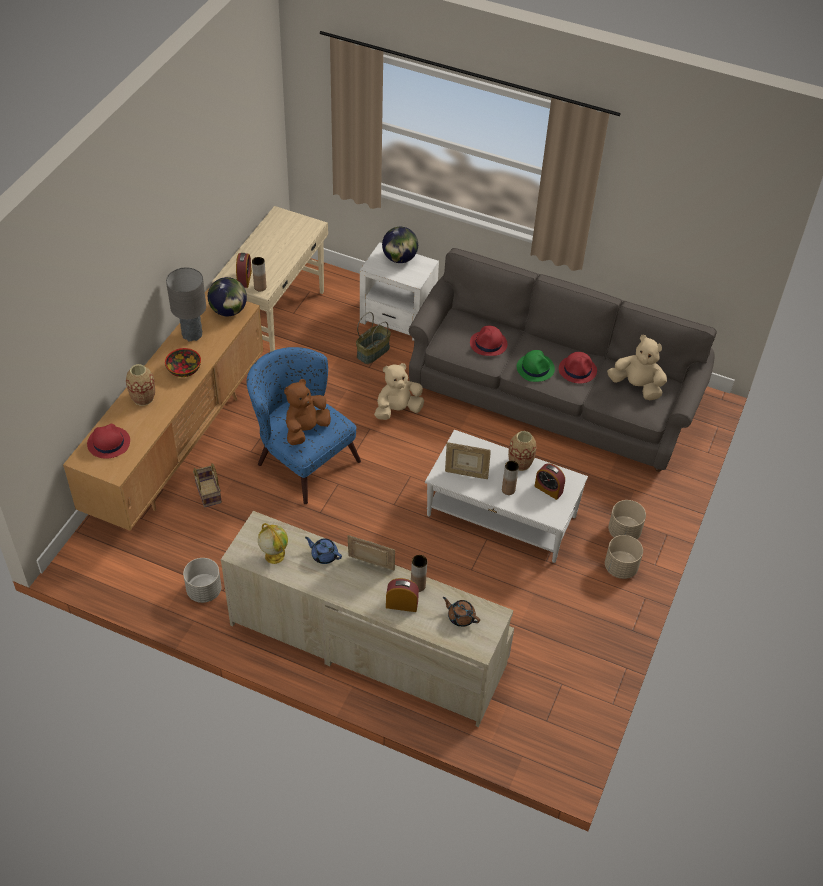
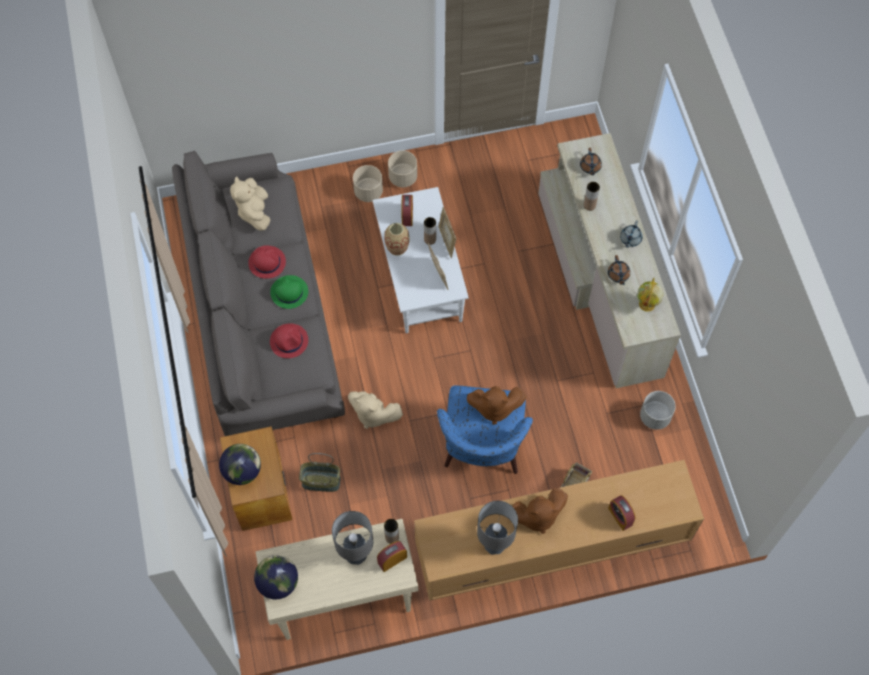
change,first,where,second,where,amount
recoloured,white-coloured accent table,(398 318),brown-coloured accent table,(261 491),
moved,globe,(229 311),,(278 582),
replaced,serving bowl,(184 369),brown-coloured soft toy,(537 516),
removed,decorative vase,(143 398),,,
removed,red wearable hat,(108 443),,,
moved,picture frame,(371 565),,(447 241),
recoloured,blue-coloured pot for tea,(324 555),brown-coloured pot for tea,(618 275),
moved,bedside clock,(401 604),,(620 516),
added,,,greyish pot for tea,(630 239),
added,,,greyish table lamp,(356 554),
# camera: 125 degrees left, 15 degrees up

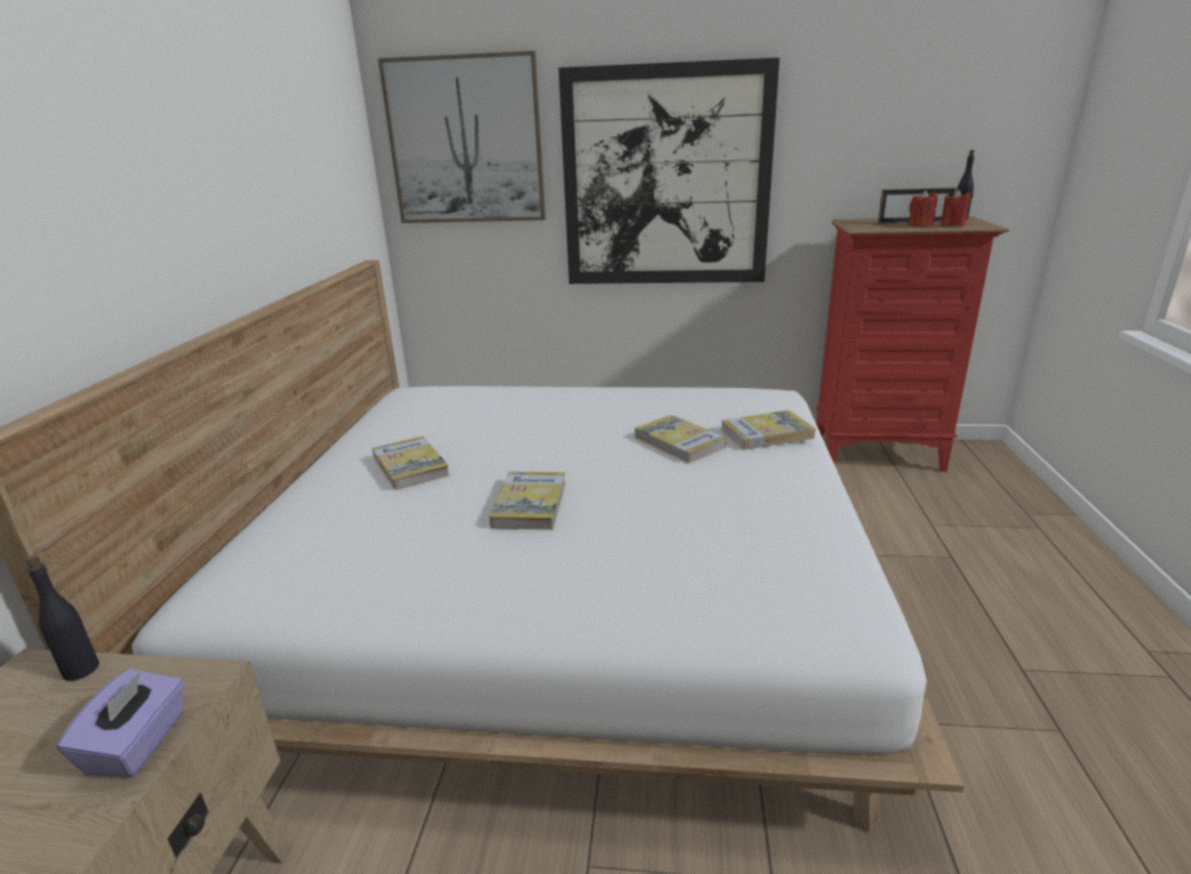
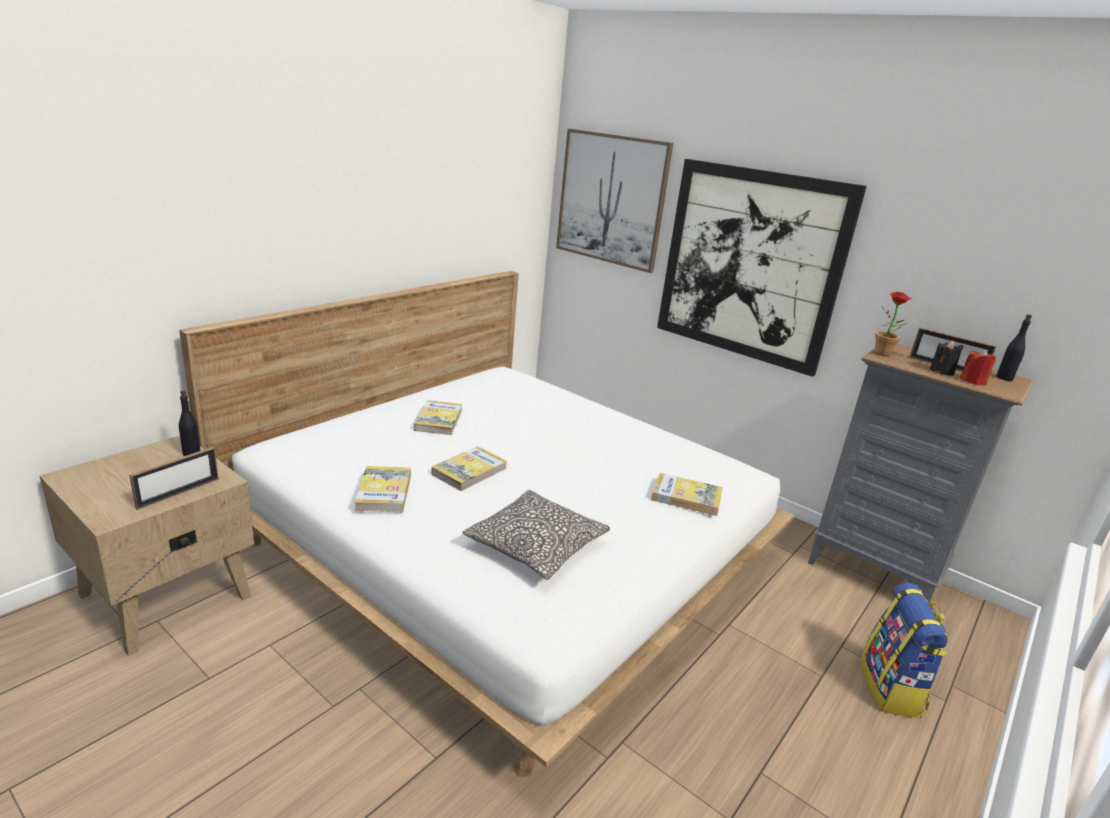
change,first,where,second,where,amount
recoloured,red wax candle,(920 225),black wax candle,(941 371),
recoloured,red dresser,(880 456),greyish dresser,(874 576),
moved,volume,(679 442),,(384 492),
replaced,purplish box of tissues,(139 744),picture frame,(178 493),
added,,,plant in a pot,(884 355),
added,,,pillow,(536 545),
added,,,knapsack,(892 688),
# camera: 30 degrees right, 0 degrees up

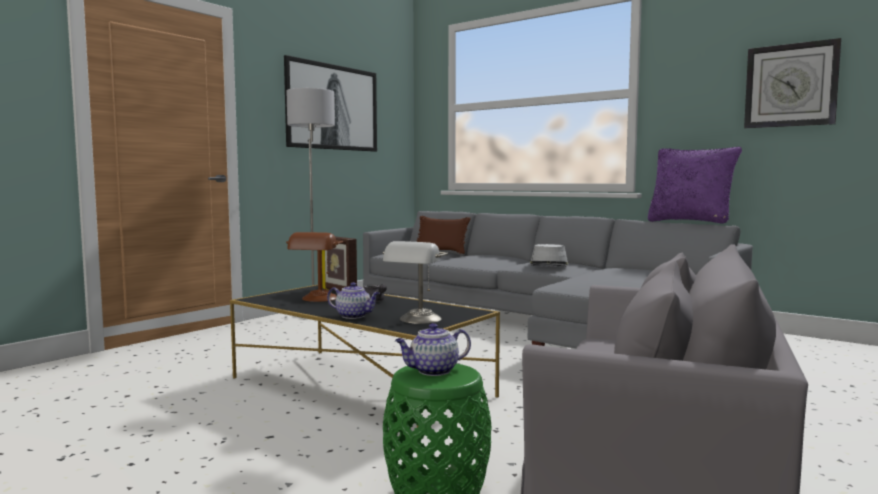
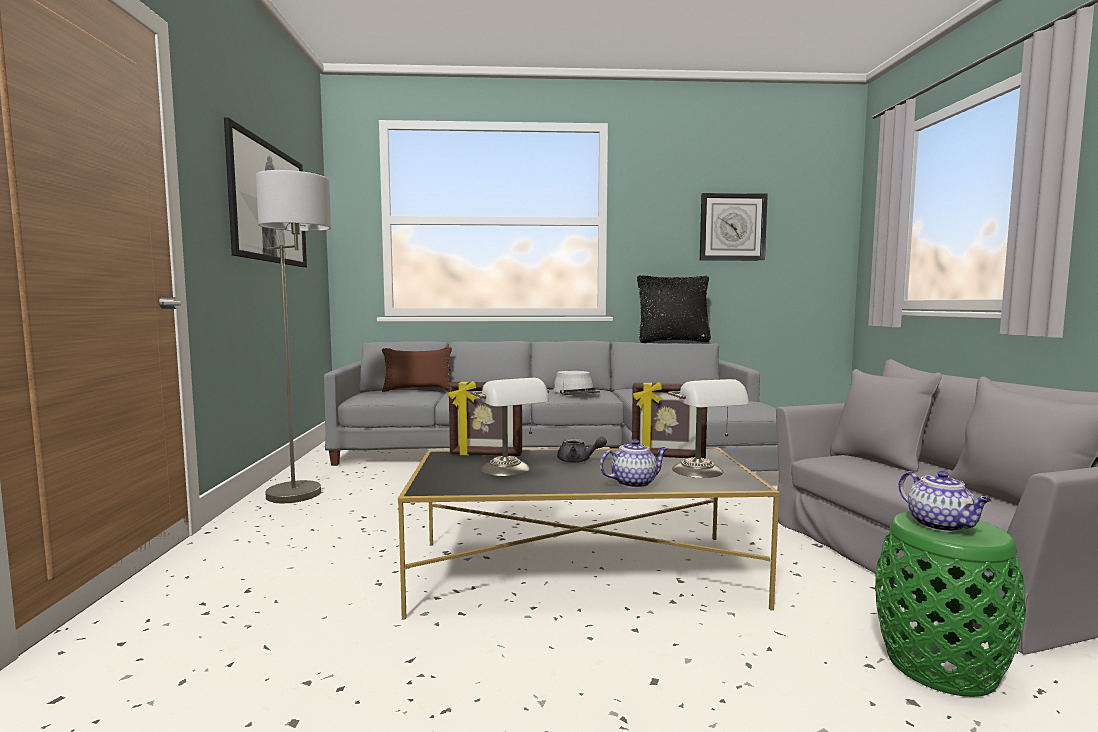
change,first,where,second,where,amount
recoloured,purplish pillow,(690 223),black pillow,(673 342),
recoloured,brown-coloured table lamp,(318 299),white-coloured table lamp,(511 471),
turned,pot for tea,(433 371),,(941 525),45 degrees counterclockwise
added,,,picture frame,(668 457),
# camera: 40 degrees left, 0 degrees up

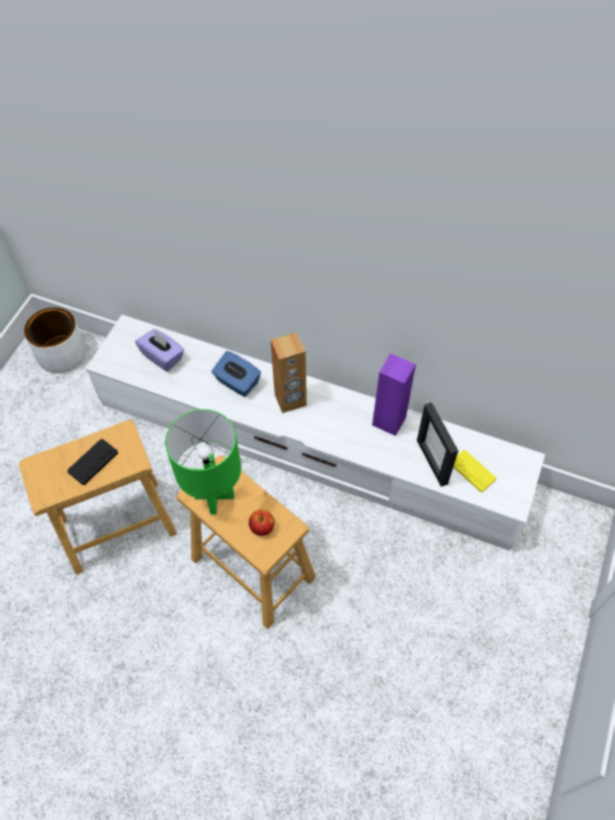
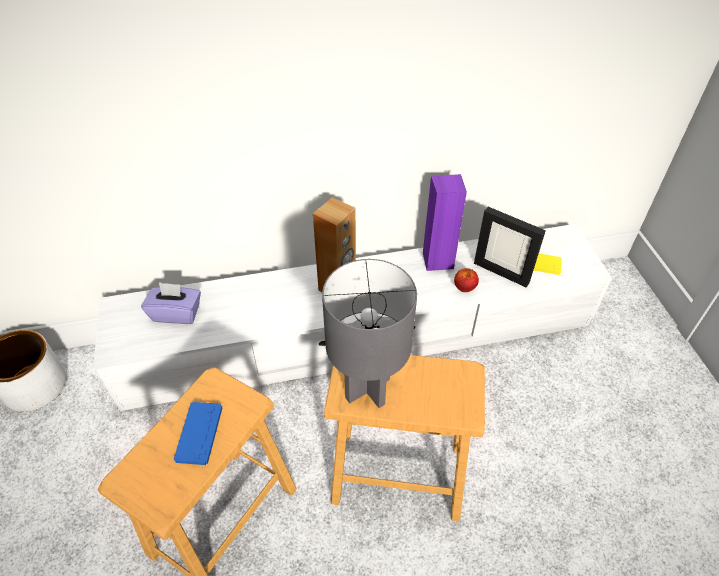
change,first,where,second,where,amount
removed,blue-coloured box of tissues,(237 382),,,
recoloured,green-coloured table lamp,(214 497),greyish table lamp,(367 389),
recoloured,black game controller,(93 462),blue-coloured game controller,(199 433),
moved,whole apple,(262 527),,(464 287),
# camera: 35 degrees left, 10 degrees down

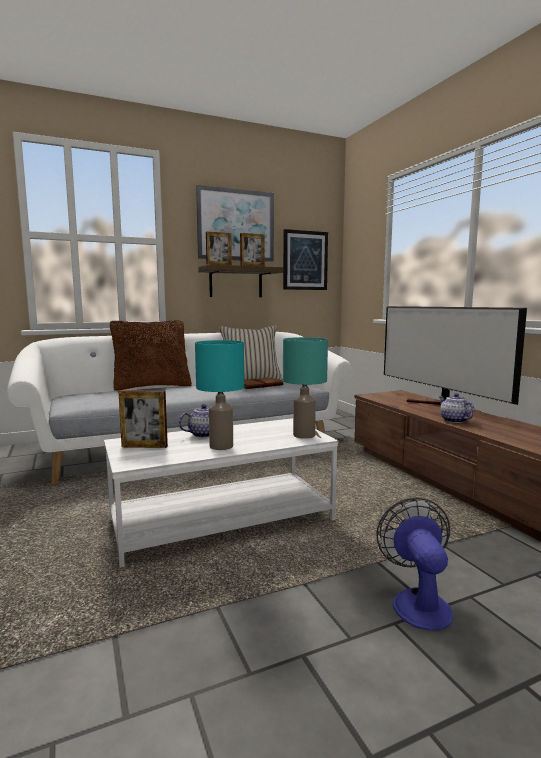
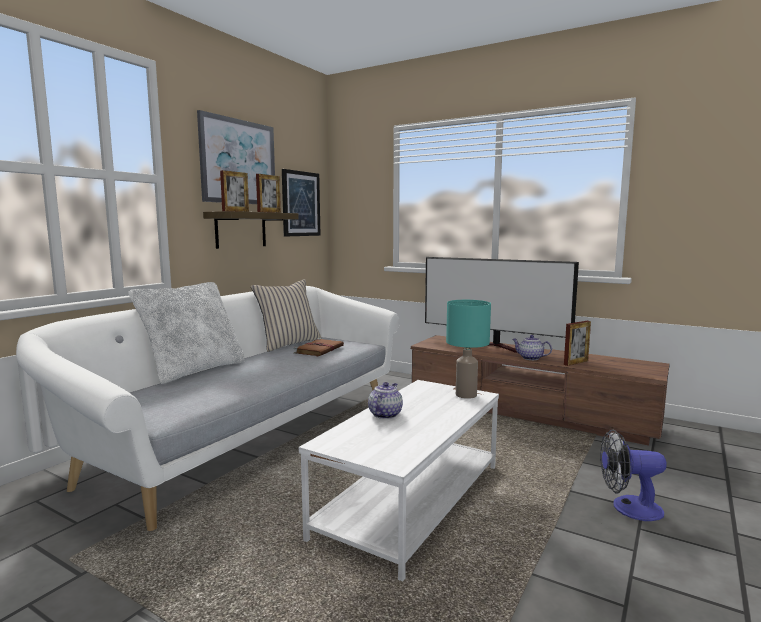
change,first,where,second,where,amount
recoloured,brown-coloured pillow,(152 386),white-coloured pillow,(194 369),
removed,turquoise-coloured table lamp,(221 446),,,
moved,picture frame,(144 446),,(576 363),
turned,cooling fan,(417 601),,(628 508),45 degrees counterclockwise
# camera: 35 degrees left, 0 degrees up

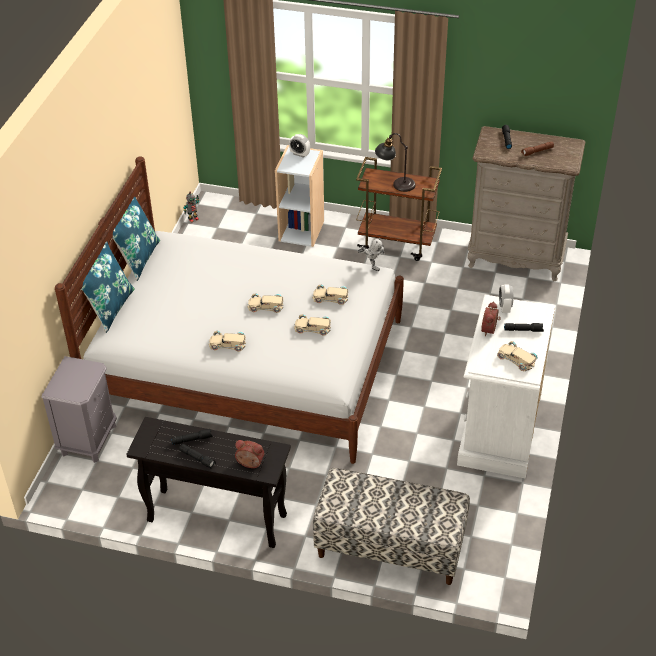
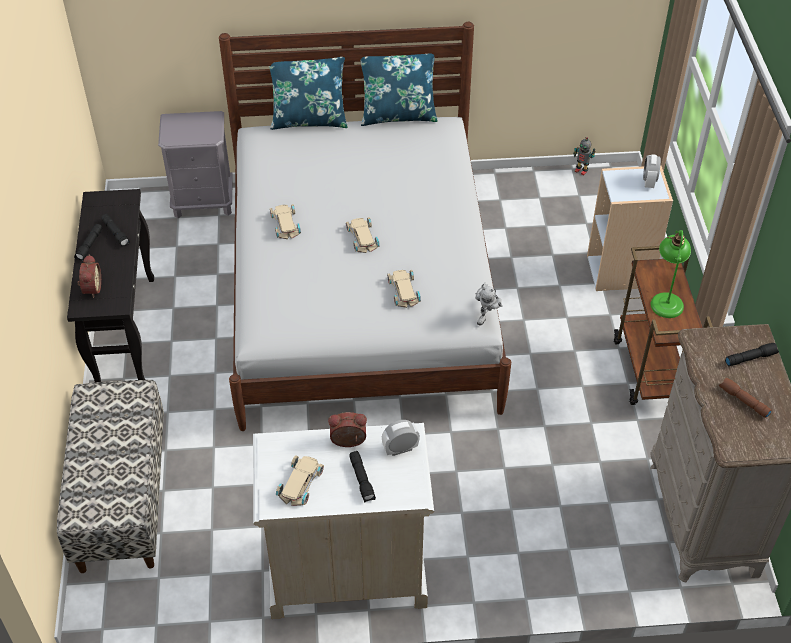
change,first,where,second,where,amount
recoloured,greyish table lamp,(395 182),green-coloured table lamp,(666 294),
removed,beige-coloured miniature car,(312 327),,,
# camera: 70 degrees right, 5 degrees up

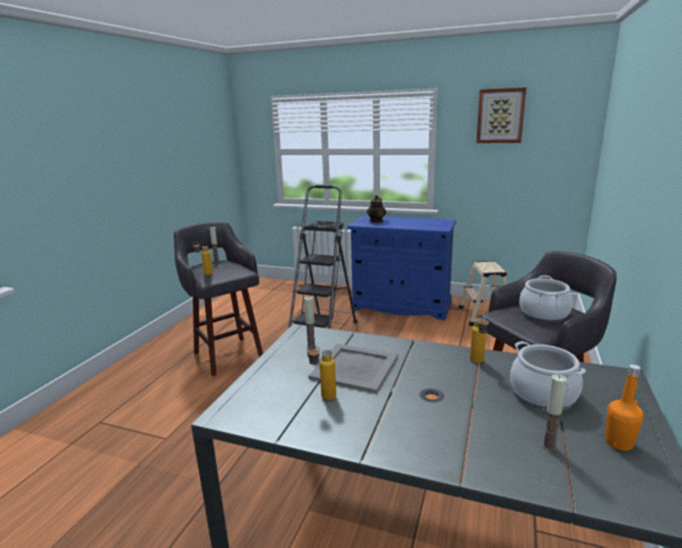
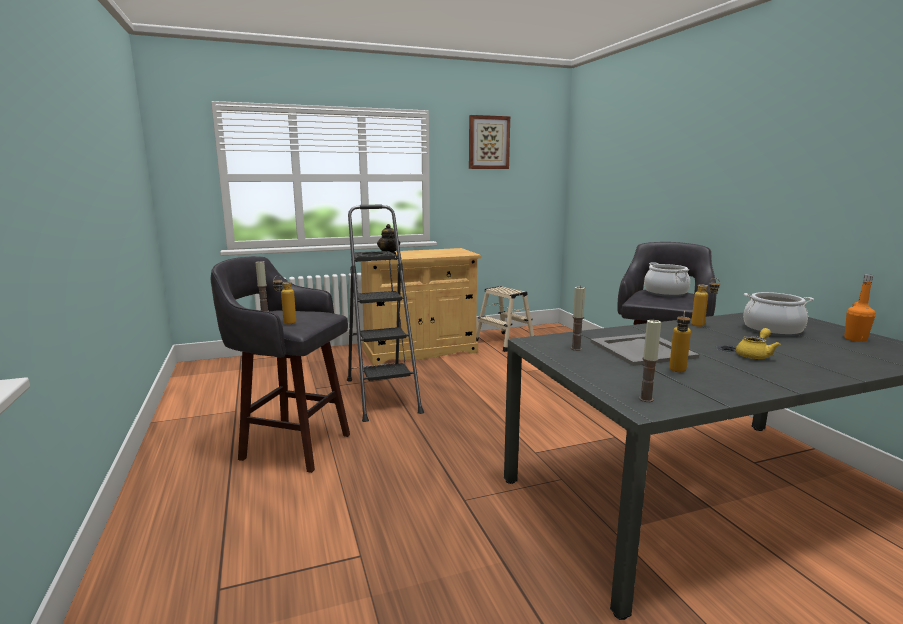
change,first,where,second,where,amount
recoloured,blue-coloured storage cabinet,(401 306),beige-coloured storage cabinet,(420 351),
moved,wax candle,(549 446),,(646 399),
added,,,yellow pot for tea,(755 355),
# camera: 40 degrees left, 5 degrees down

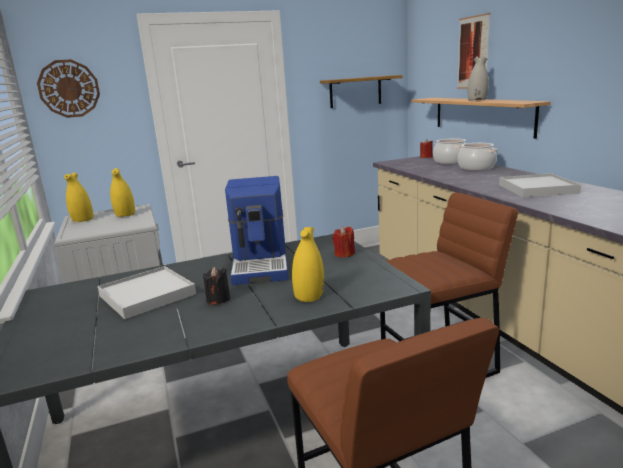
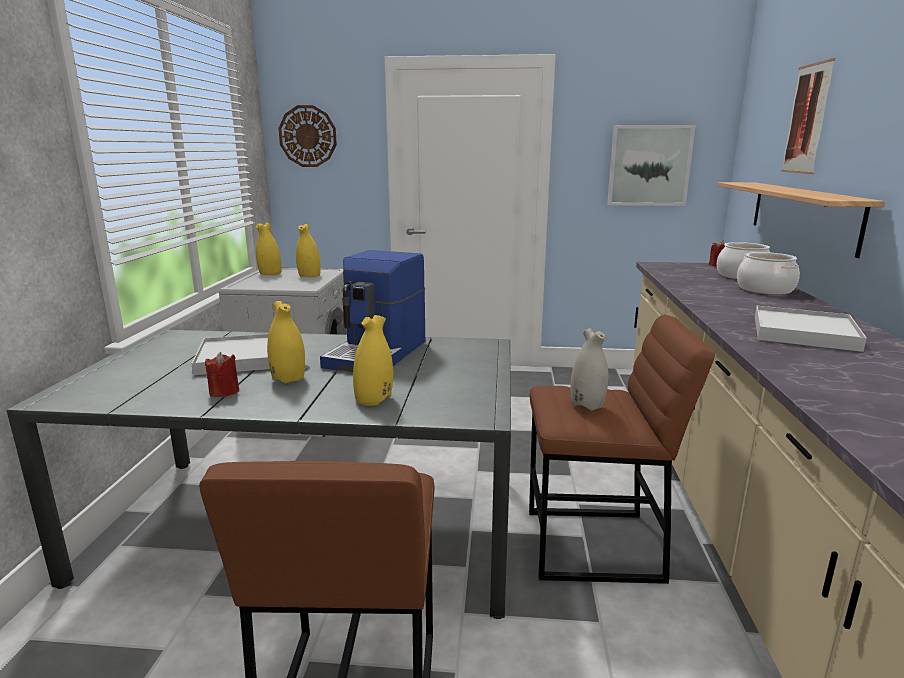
change,first,where,second,where,amount
moved,white-coloured decorative vase,(477 100),,(587 405),
replaced,shelf,(355 92),picture,(649 165),
moved,red wax candle,(344 254),,(224 392),
replaced,black wax candle,(218 299),yellow decorative vase,(288 378),
# camera: 25 degrees right, 0 degrees up

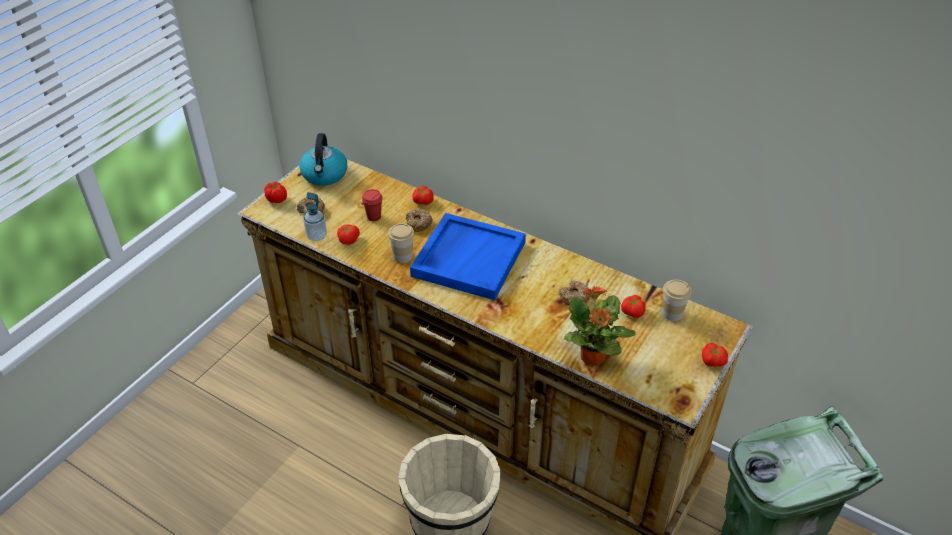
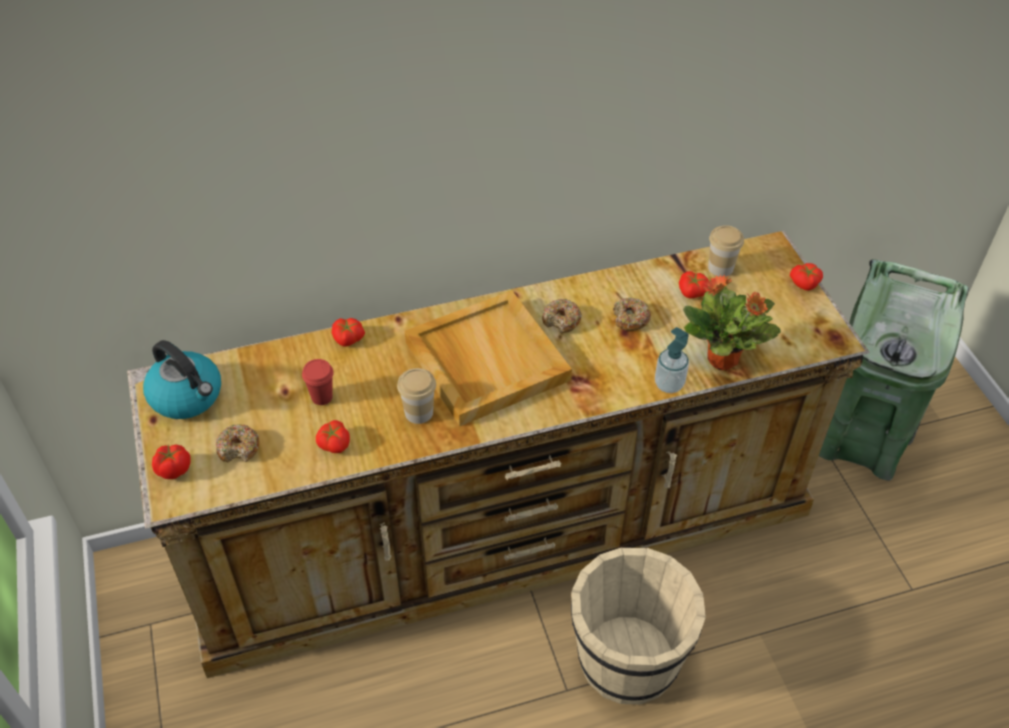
change,first,where,second,where,amount
moved,soap bottle,(317 236),,(669 384),
moved,doughnut,(418 224),,(561 320),
recoloured,blue-coloured carrying tray,(468 258),beige-coloured carrying tray,(485 360),
# camera: 50 degrees left, 5 degrees up

